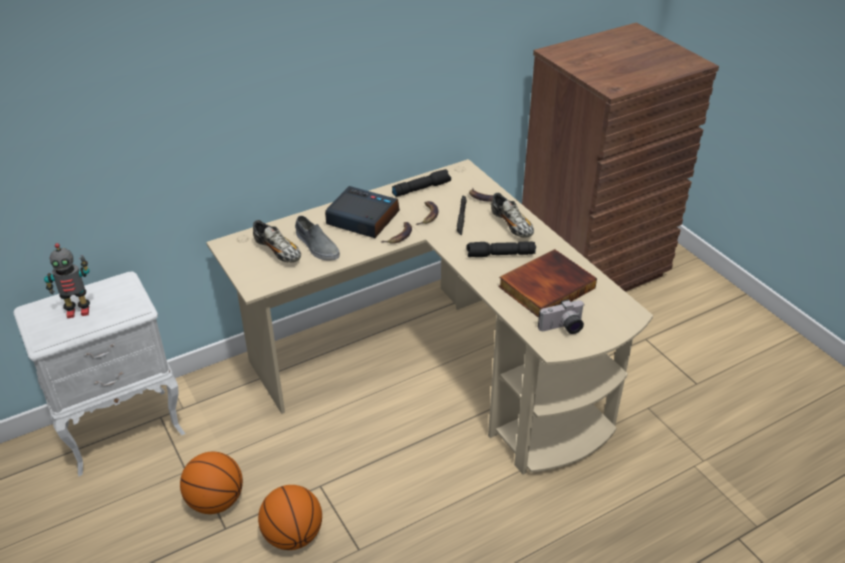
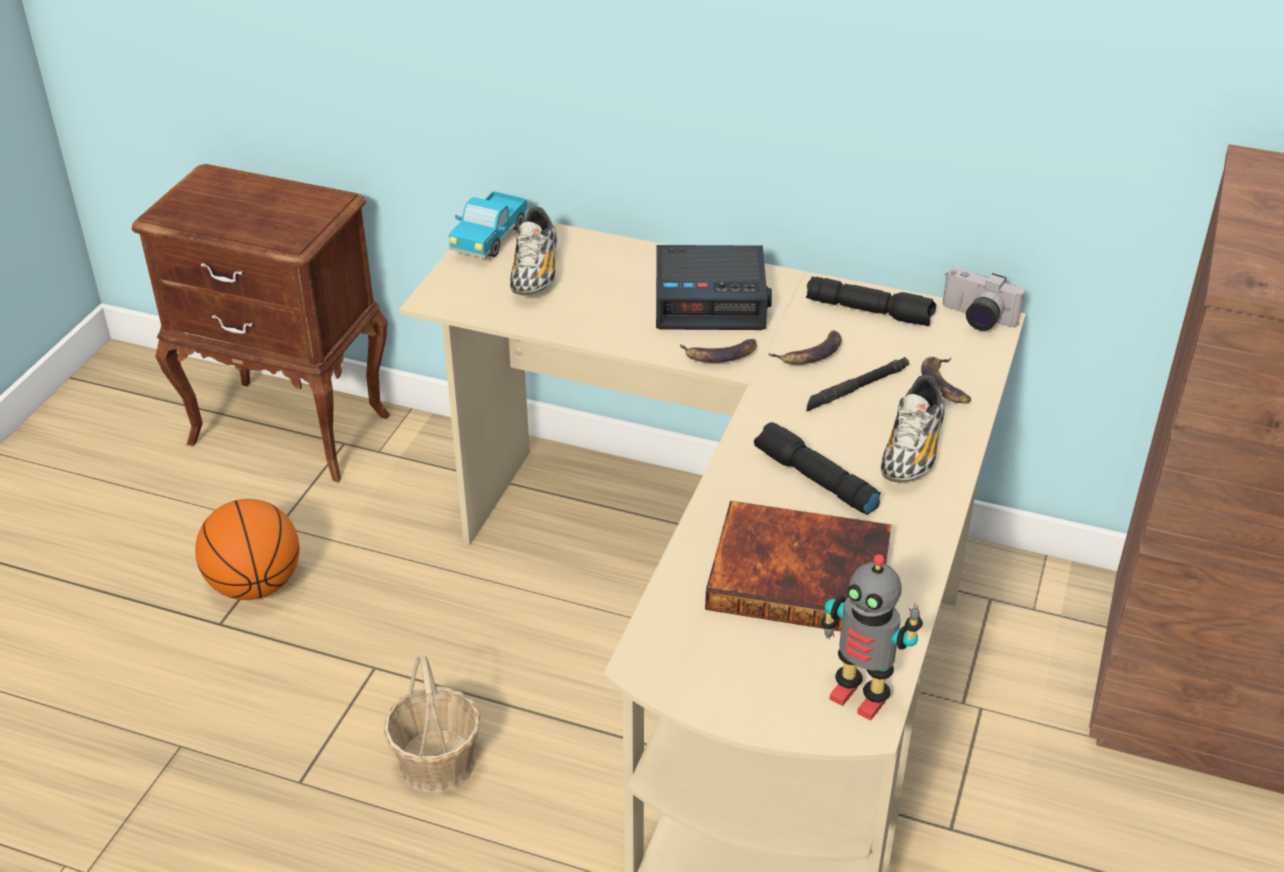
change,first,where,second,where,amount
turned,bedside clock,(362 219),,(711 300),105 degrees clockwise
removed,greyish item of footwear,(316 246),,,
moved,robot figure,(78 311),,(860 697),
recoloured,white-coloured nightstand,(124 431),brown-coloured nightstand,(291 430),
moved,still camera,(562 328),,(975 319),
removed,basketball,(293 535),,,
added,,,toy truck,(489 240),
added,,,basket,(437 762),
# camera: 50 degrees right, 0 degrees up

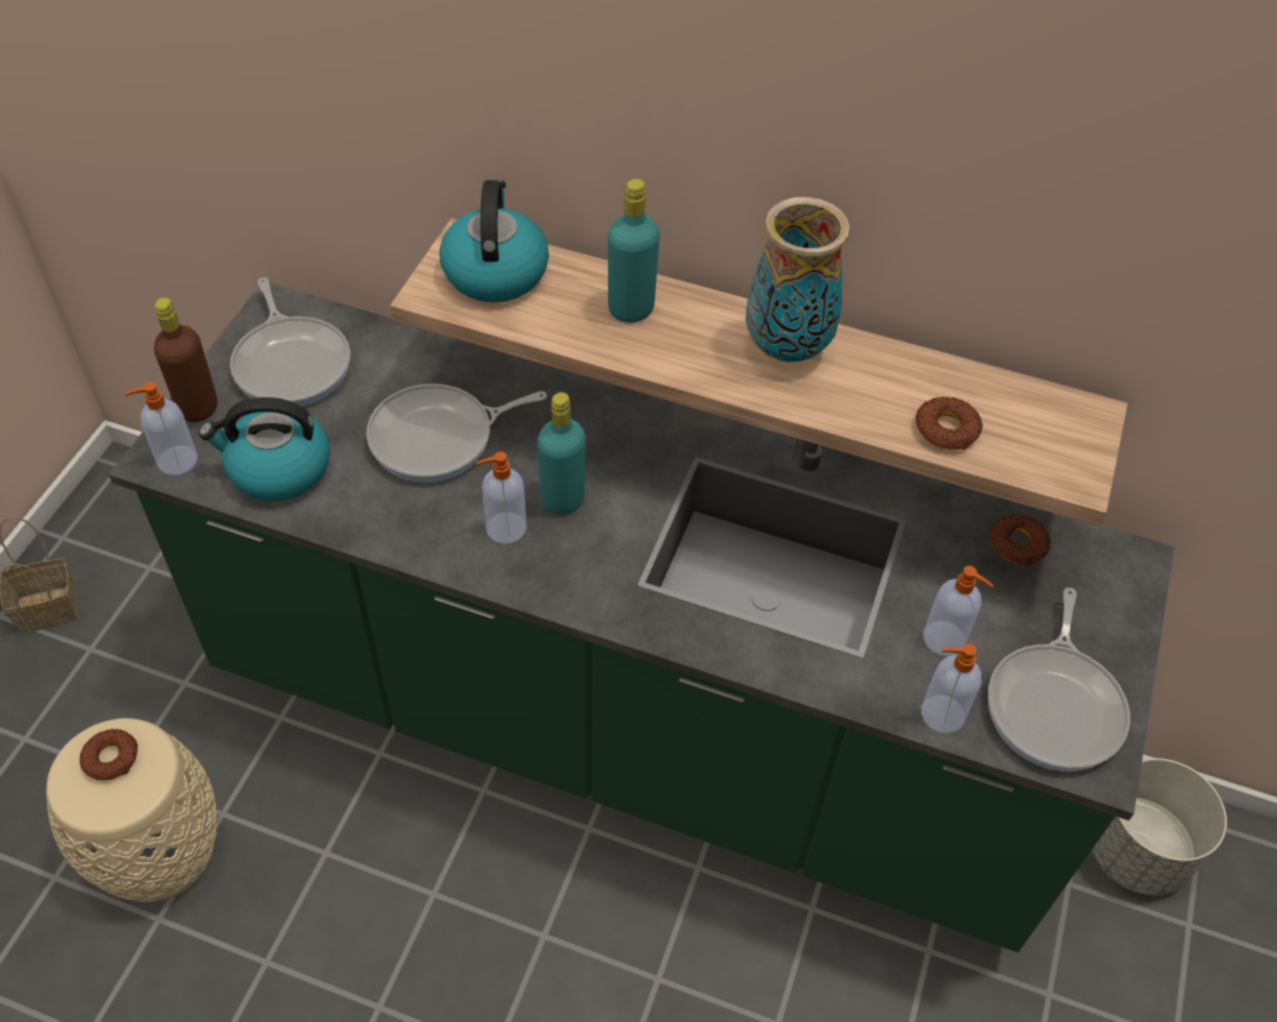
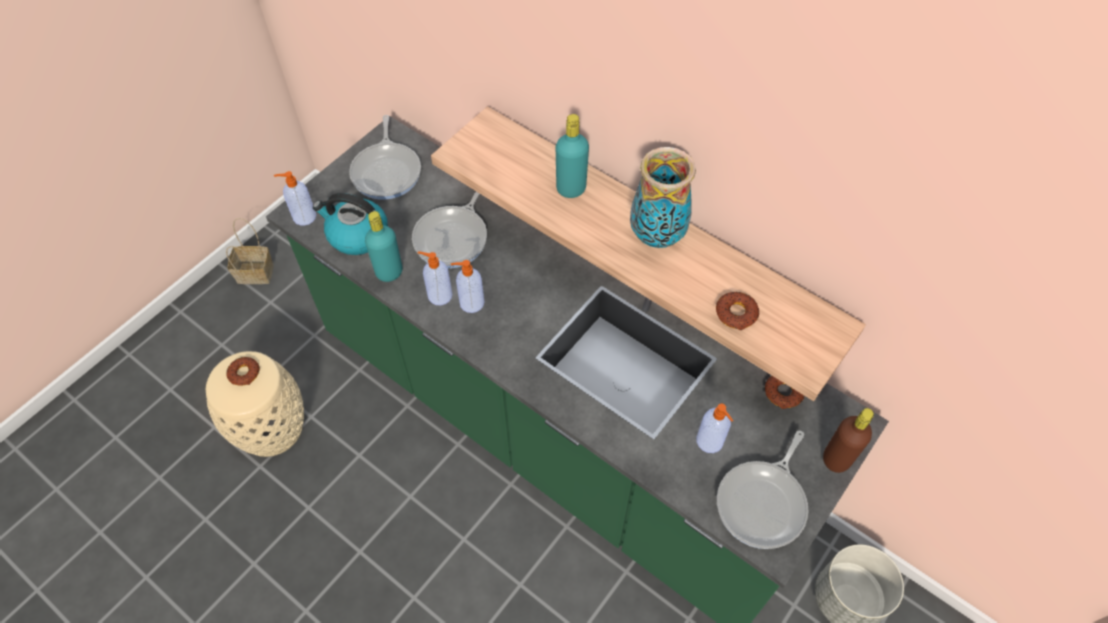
change,first,where,second,where,amount
removed,water kettle,(495 271),,,
moved,brown-coloured drink bottle,(198 408),,(836 459),
turned,skillet,(439 438),,(453 237),60 degrees counterclockwise
moved,turquoise-coloured drink bottle,(563 499),,(389 272),
moved,soap bottle,(940 714),,(439 295),
# camera: 20 degrees right, 5 degrees up

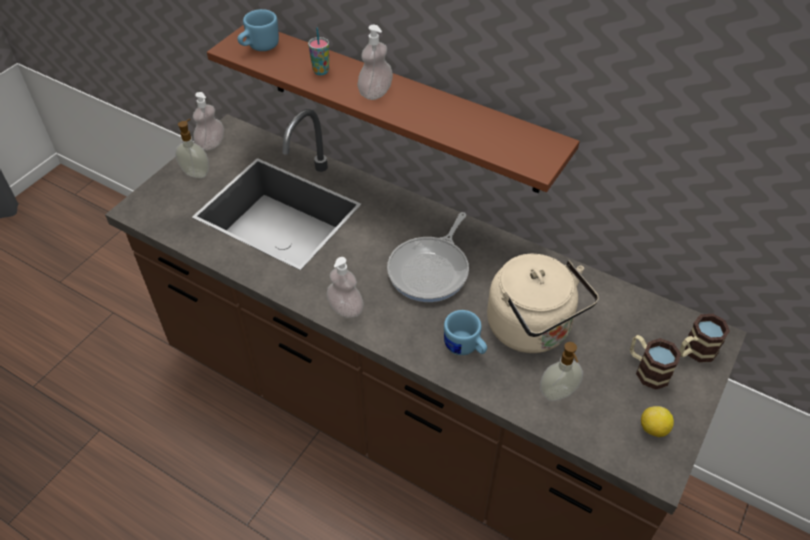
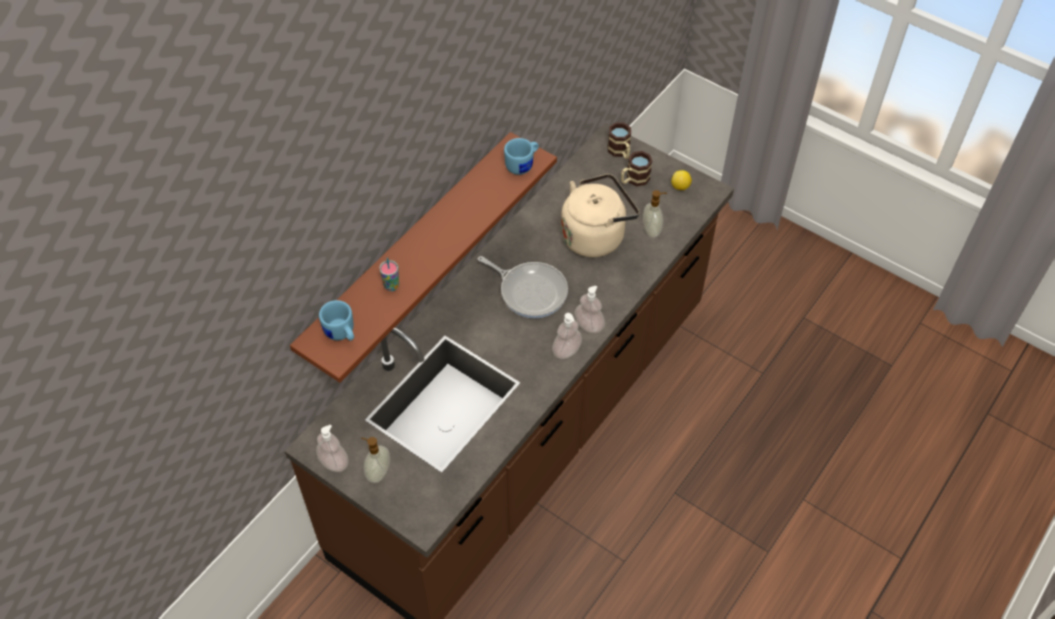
change,first,where,second,where,amount
moved,soap bottle,(375 93),,(589 325),
moved,blue-coloured mug,(465 348),,(523 165),
# camera: 85 degrees left, 5 degrees up

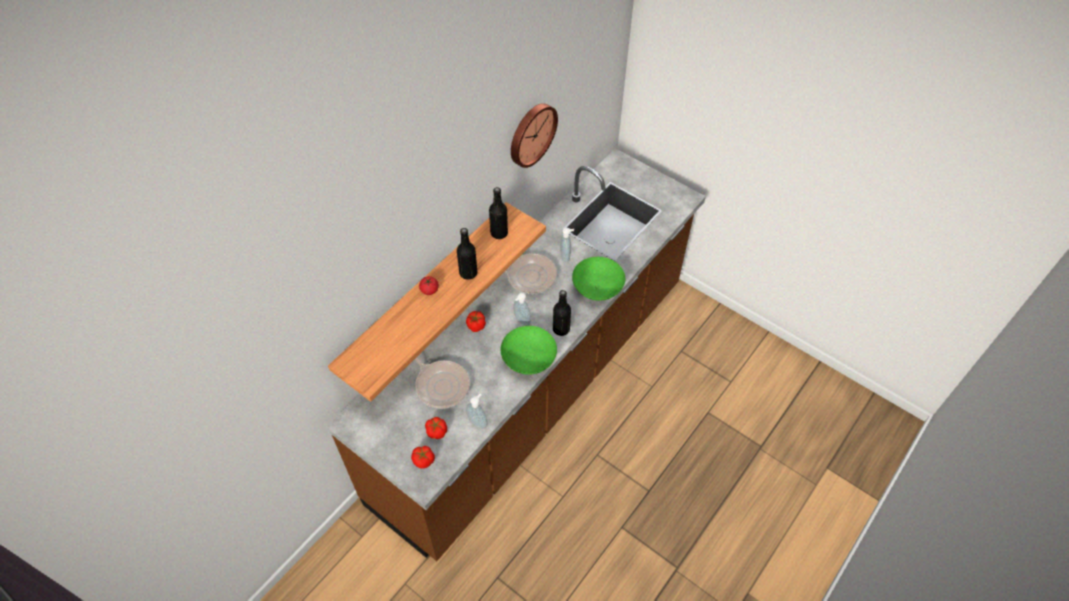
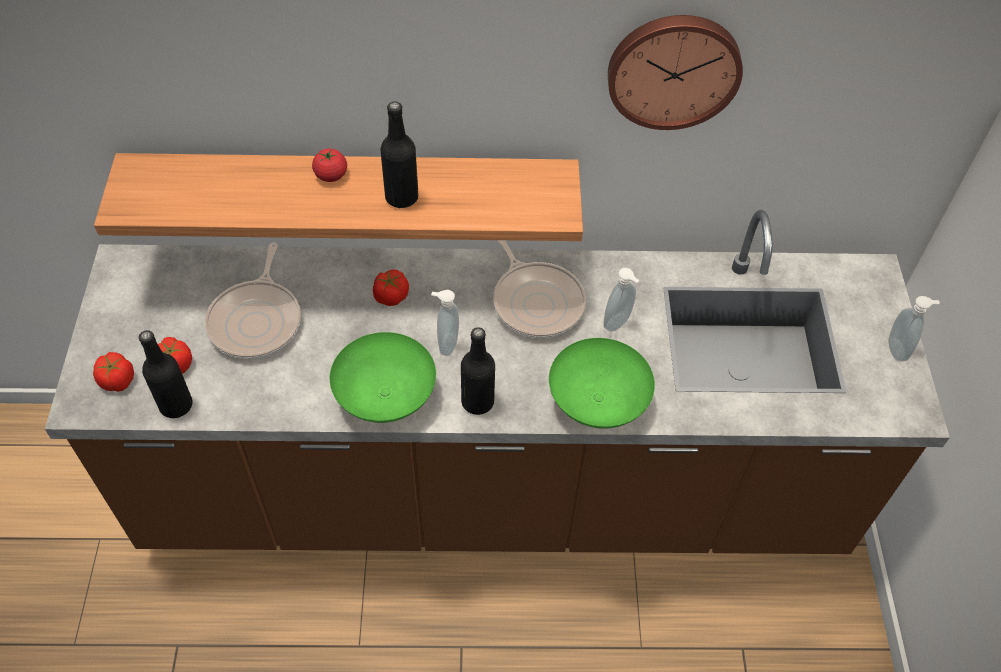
change,first,where,second,where,amount
moved,black drink bottle,(499 233),,(176 405),
moved,soap bottle,(478 422),,(898 349),
# camera: 50 degrees right, 0 degrees up

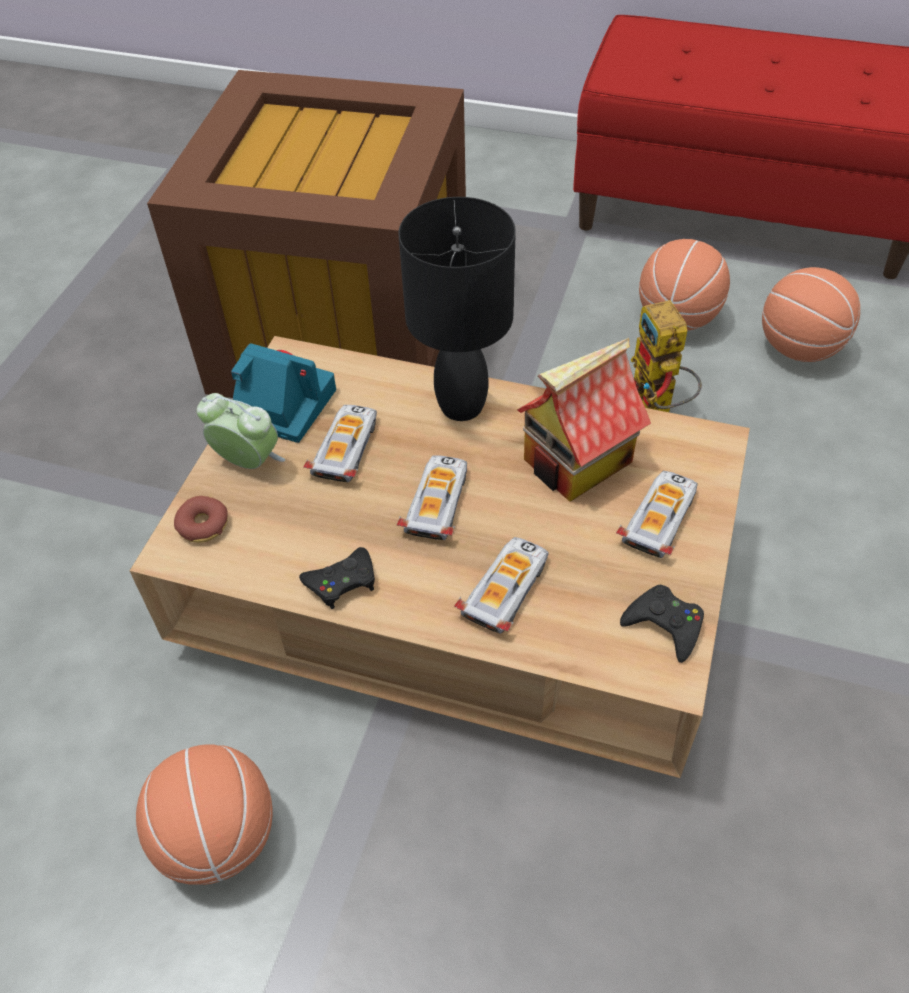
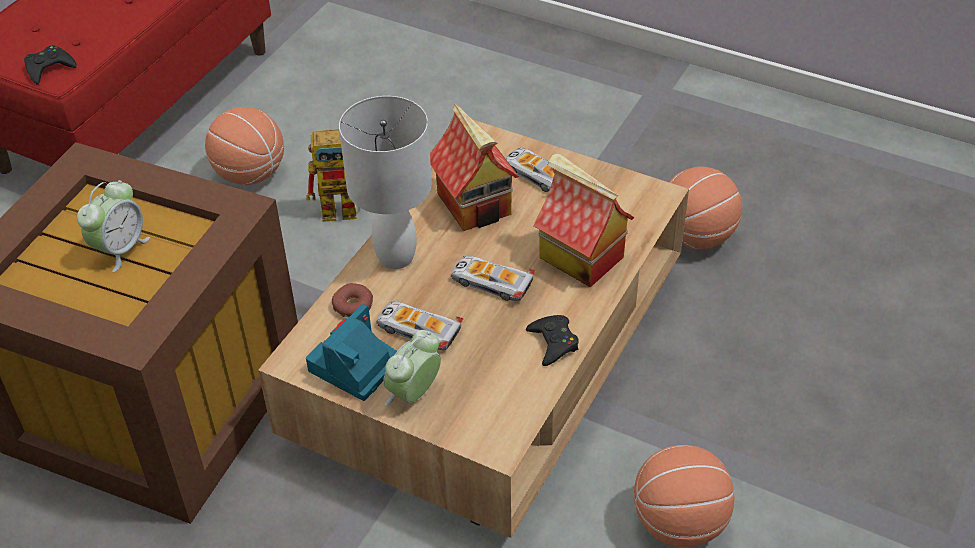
change,first,where,second,where,amount
recoloured,black table lamp,(462 407),white-coloured table lamp,(397 257),
moved,basketball,(800 348),,(696 236),
moved,doughnut,(203 525),,(353 305),
replaced,miniature car,(506 589),toy house,(579 257),
moved,black game controller,(664 625),,(49 68),
added,,,bedside clock,(120 249),
# camera: 80 degrees left, 5 degrees down

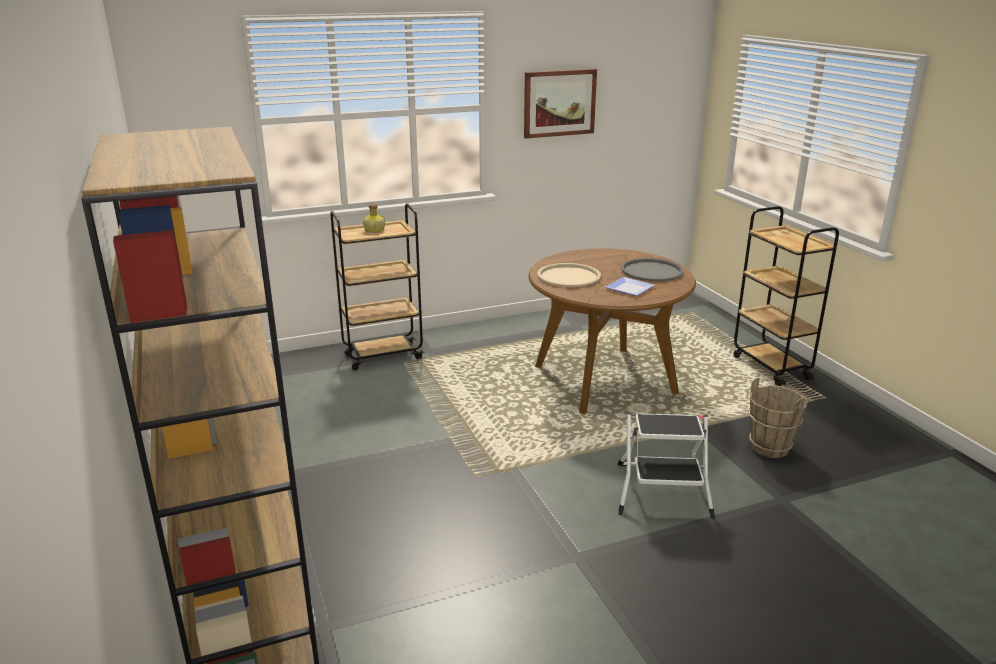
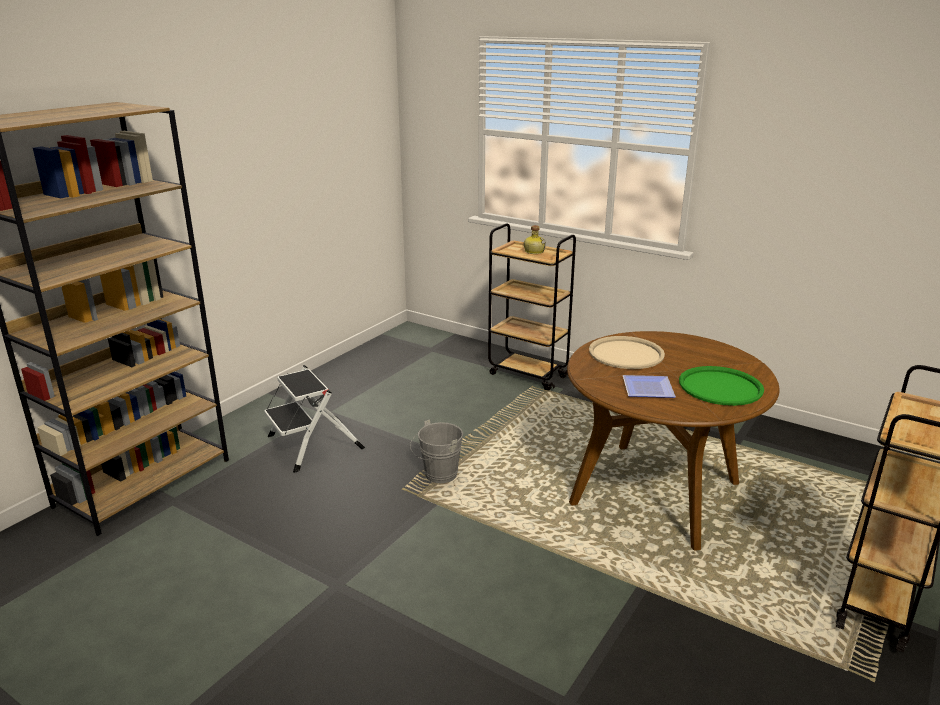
change,first,where,second,where,amount
removed,picture,(559 103),,,
recoloured,greyish carrying tray,(651 271),green-coloured carrying tray,(720 387),
removed,brown-coloured water bucket,(770 447),,,
moved,step ladder,(661 490),,(314 443),
added,,,greyish water bucket,(437 476),
# camera: 55 degrees right, 0 degrees up

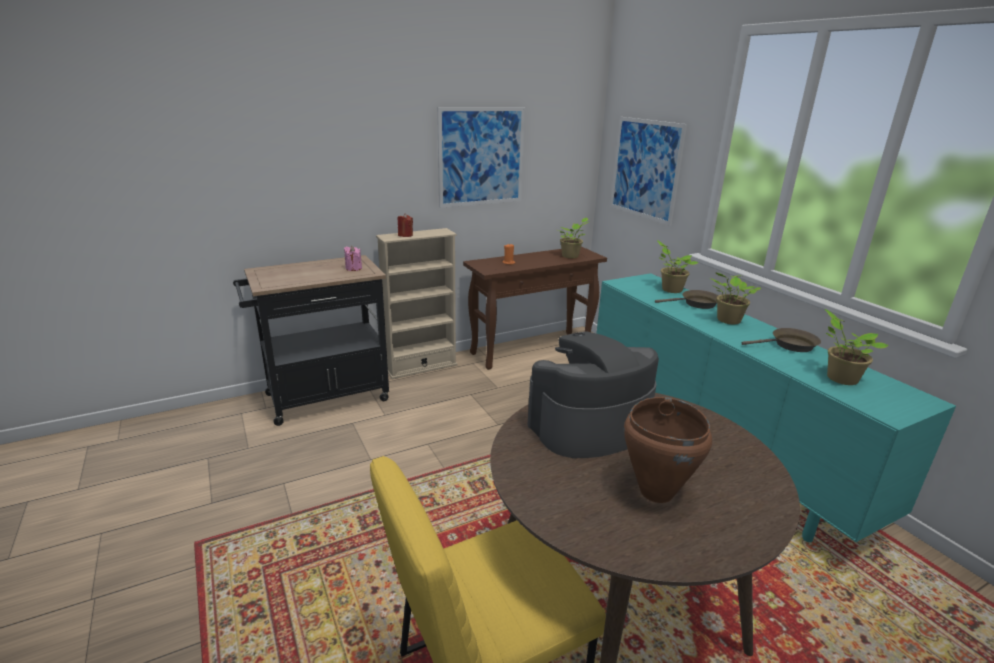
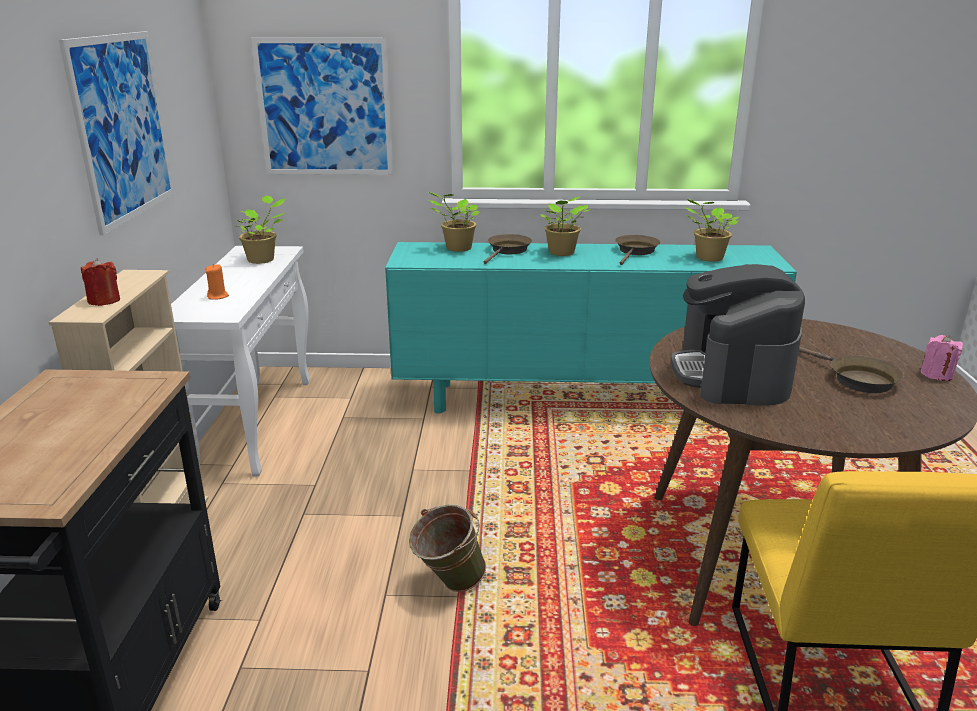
change,first,where,second,where,amount
moved,pink wax candle,(353 268),,(936 374),
recoloured,brown-coloured hall table,(532 349),white-coloured hall table,(256 423),
replaced,brown-coloured cooking pot,(655 492),brown-coloured skillet,(857 379),
added,,,green-coloured water bucket,(448 585),
# camera: 60 degrees left, 0 degrees up

